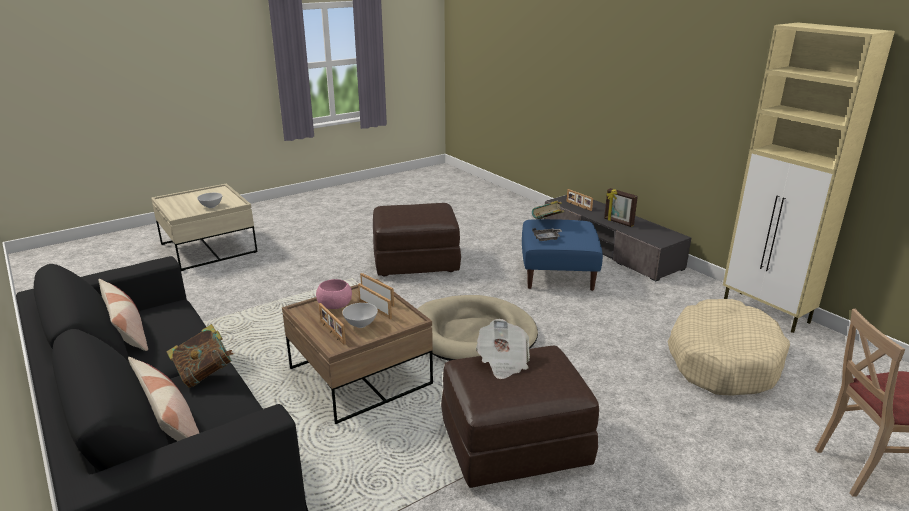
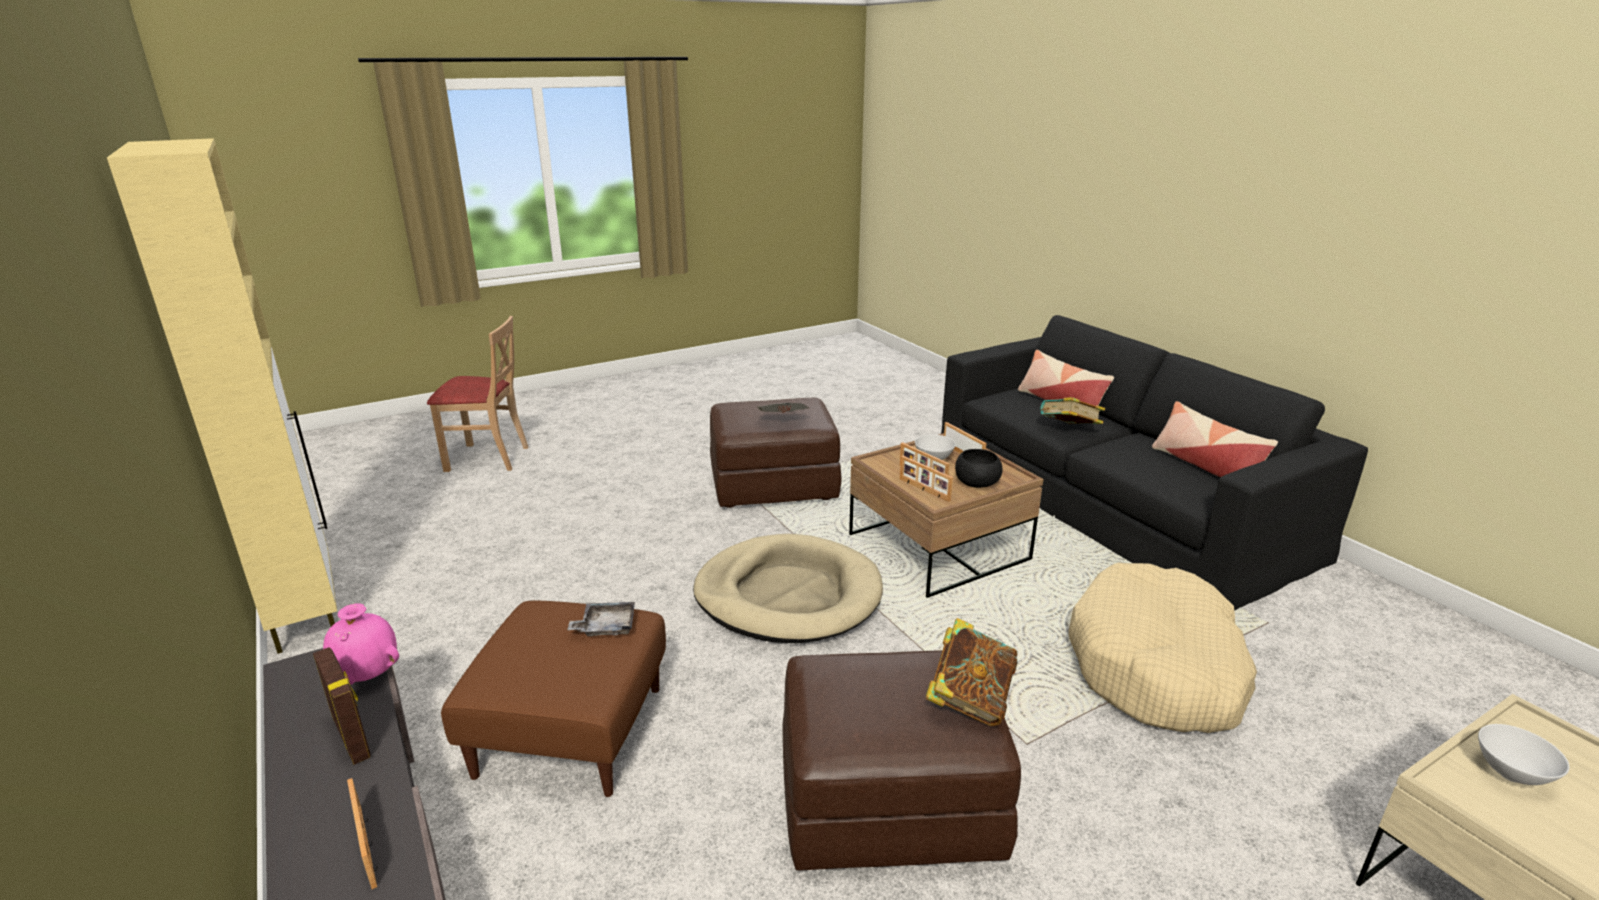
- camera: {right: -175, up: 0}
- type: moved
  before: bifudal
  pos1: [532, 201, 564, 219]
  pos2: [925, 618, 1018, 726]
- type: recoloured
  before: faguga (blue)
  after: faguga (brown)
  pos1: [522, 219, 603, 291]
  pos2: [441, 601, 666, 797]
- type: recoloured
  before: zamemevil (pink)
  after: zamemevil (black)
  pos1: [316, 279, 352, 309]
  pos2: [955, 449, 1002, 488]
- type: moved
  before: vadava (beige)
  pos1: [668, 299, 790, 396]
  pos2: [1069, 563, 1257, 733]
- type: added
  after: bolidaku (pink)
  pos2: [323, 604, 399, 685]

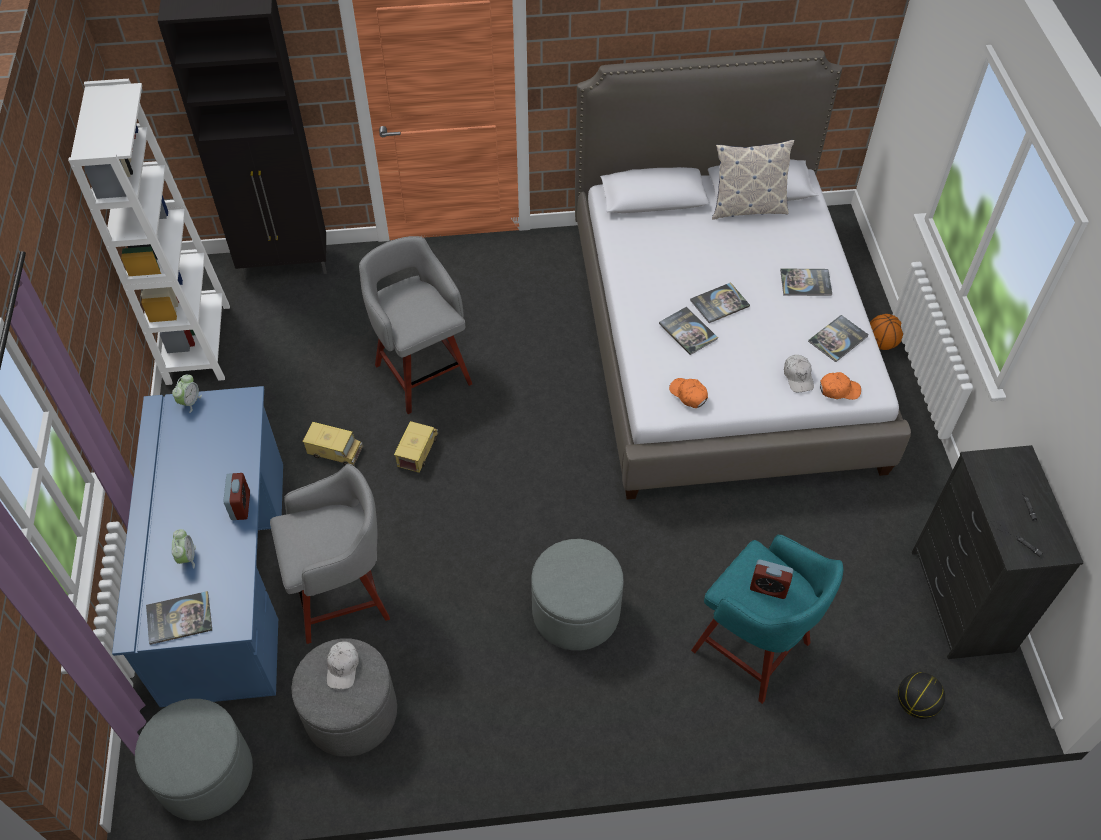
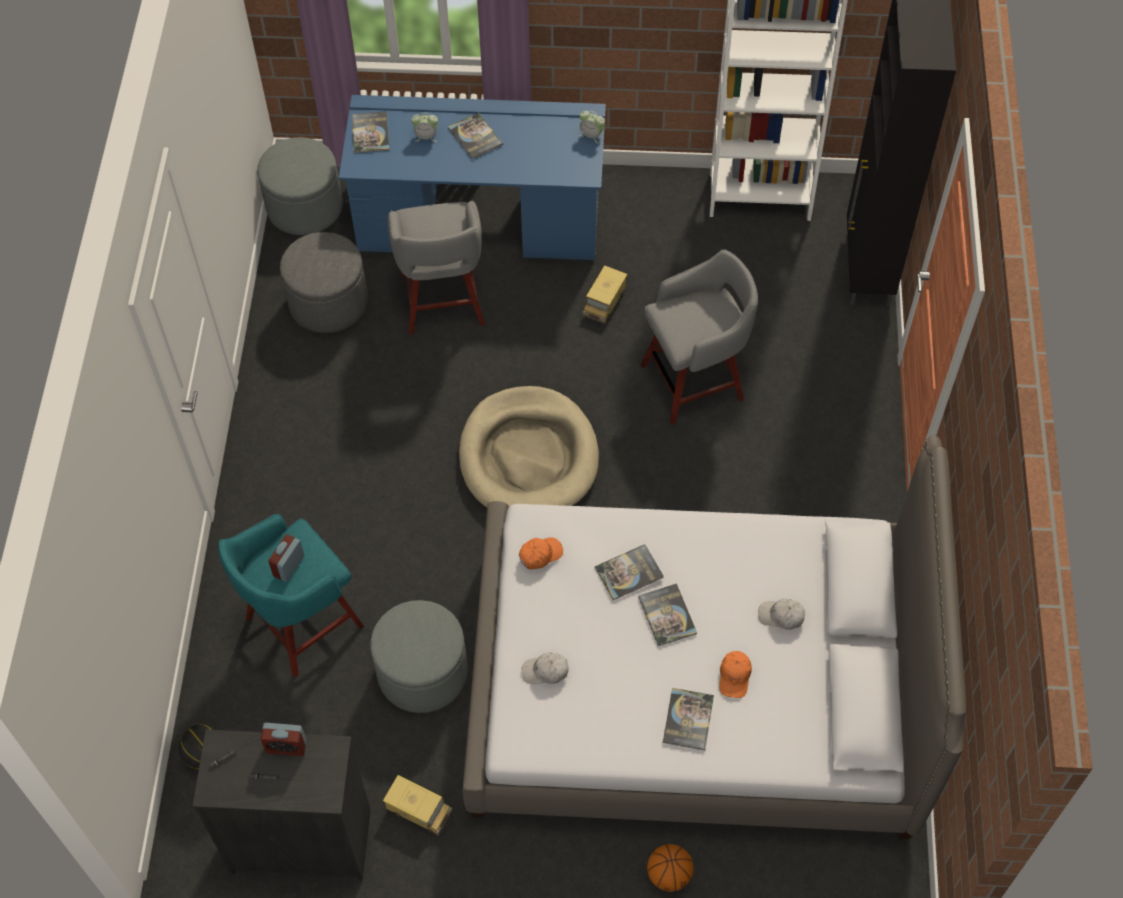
- camera: {right: 100, up: 5}
- type: removed
  before: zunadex
  pos1: [712, 140, 794, 220]
- type: moved
  before: bifudal
  pos1: [808, 315, 868, 362]
  pos2: [448, 113, 503, 159]
- type: moved
  before: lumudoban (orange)
  pos1: [820, 372, 861, 400]
  pos2: [719, 651, 752, 698]
- type: moved
  before: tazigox
  pos1: [394, 421, 438, 473]
  pos2: [383, 775, 453, 836]
- type: moved
  before: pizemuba
  pos1: [224, 473, 250, 520]
  pos2: [260, 723, 306, 756]
- type: moved
  before: faguga (grey)
  pos1: [531, 539, 624, 651]
  pos2: [370, 600, 468, 713]
- type: moved
  before: lumudoban (white)
  pos1: [327, 641, 359, 689]
  pos2: [758, 598, 805, 630]
- type: added
  after: vadava (beige)
  pos2: [459, 386, 599, 508]

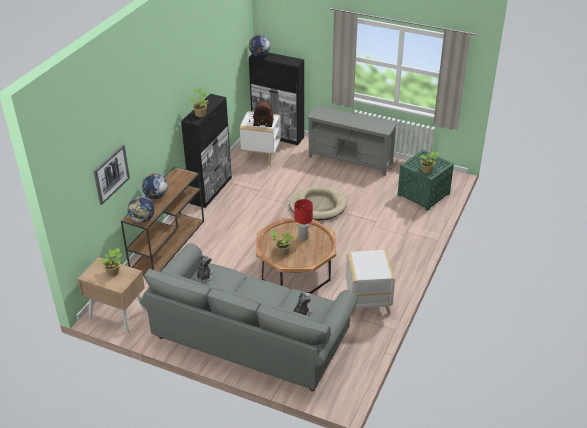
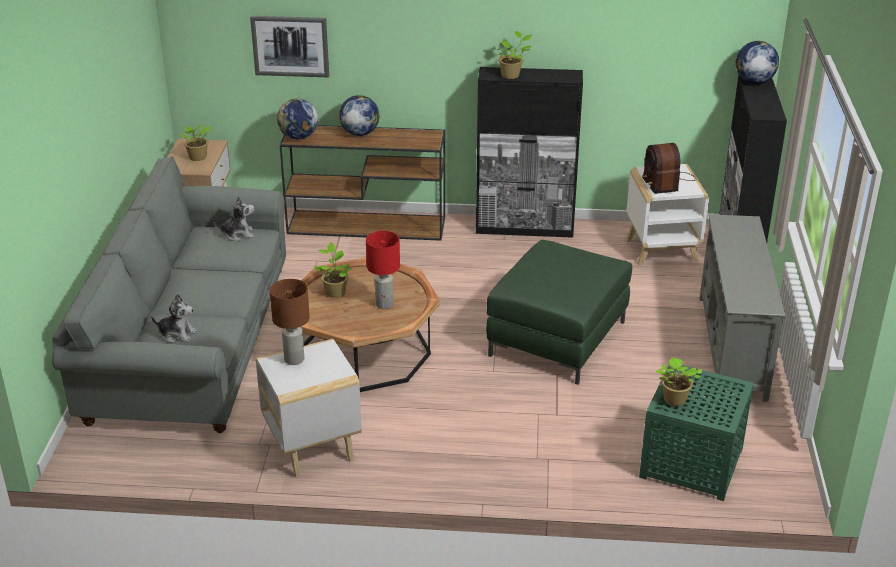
- camera: {right: 70, up: -5}
- type: replaced
  before: vadava (beige)
  after: faguga (green)
  pos1: [289, 186, 347, 220]
  pos2: [486, 240, 632, 385]
- type: added
  after: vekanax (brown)
  pos2: [270, 279, 310, 365]

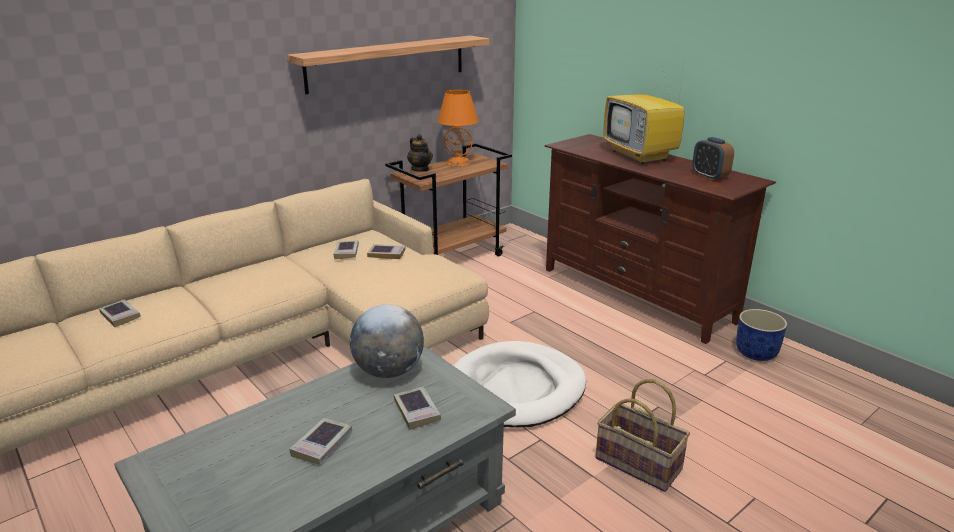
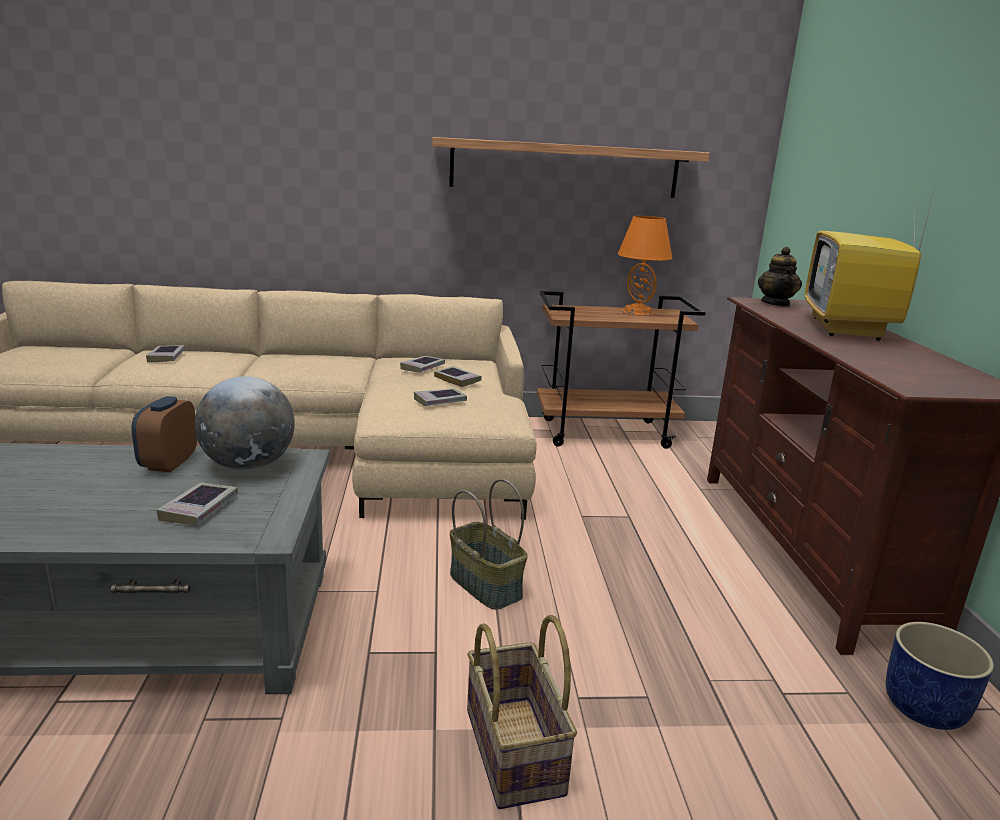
- camera: {right: 35, up: -5}
- type: moved
  before: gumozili
  pos1: [407, 134, 433, 172]
  pos2: [758, 247, 802, 307]
- type: moved
  before: pizemuba
  pos1: [692, 137, 734, 180]
  pos2: [131, 396, 197, 472]
- type: replaced
  before: vadava (white)
  after: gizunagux
  pos1: [453, 341, 586, 428]
  pos2: [450, 479, 528, 610]
- type: moved
  before: bifudal
  pos1: [289, 418, 352, 464]
  pos2: [414, 388, 467, 406]

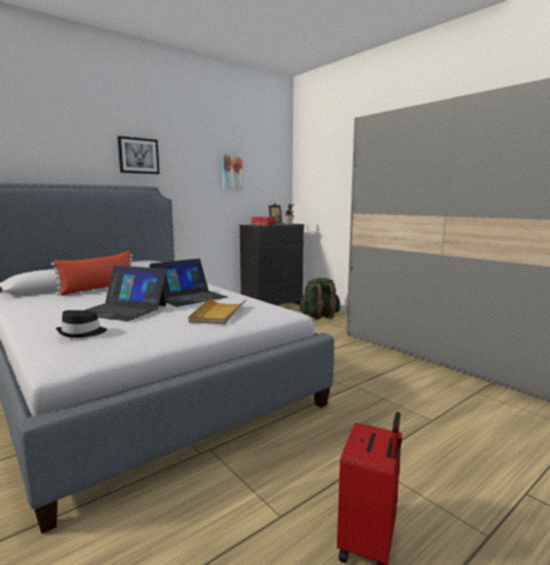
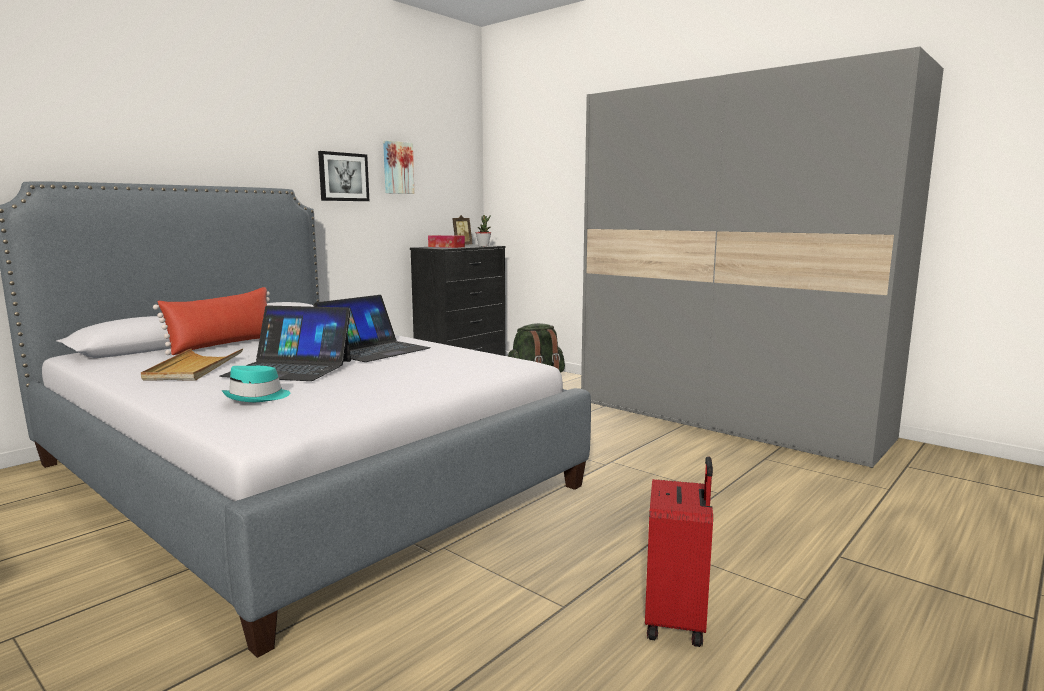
- camera: {right: -10, up: 0}
- type: moved
  before: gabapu
  pos1: [118, 136, 159, 174]
  pos2: [318, 151, 369, 201]
- type: moved
  before: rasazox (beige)
  pos1: [189, 298, 247, 324]
  pos2: [141, 348, 243, 380]
- type: recoloured
  before: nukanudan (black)
  after: nukanudan (turquoise)
  pos1: [56, 310, 107, 338]
  pos2: [222, 366, 290, 402]

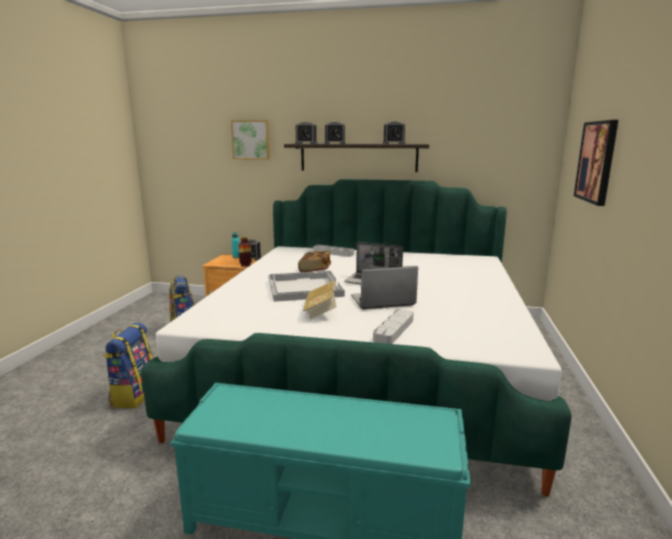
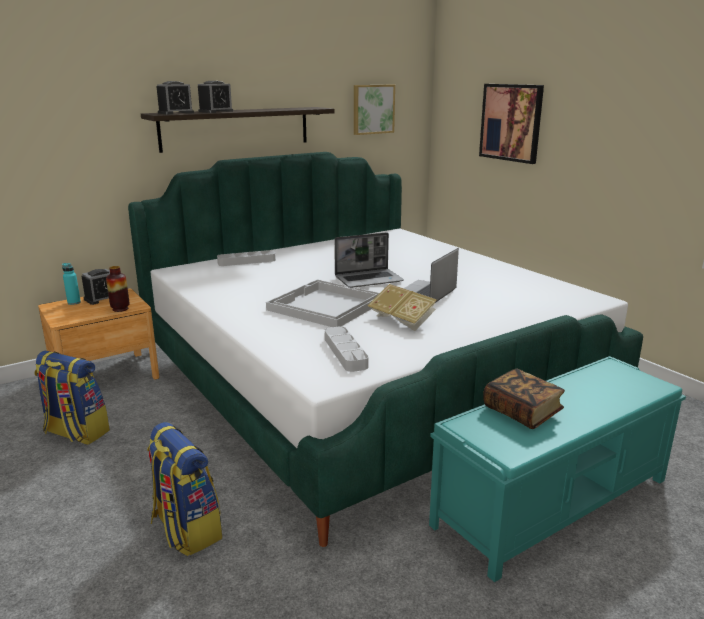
- camera: {right: -45, up: 5}
- type: moved
  before: gabapu
  pos1: [231, 120, 270, 160]
  pos2: [354, 85, 395, 135]
- type: removed
  before: pizemuba
  pos1: [383, 121, 406, 144]
- type: moved
  before: bifudal
  pos1: [298, 251, 331, 272]
  pos2: [483, 368, 565, 429]
- type: moved
  before: rasazox (grey)
  pos1: [373, 309, 413, 344]
  pos2: [325, 326, 368, 372]

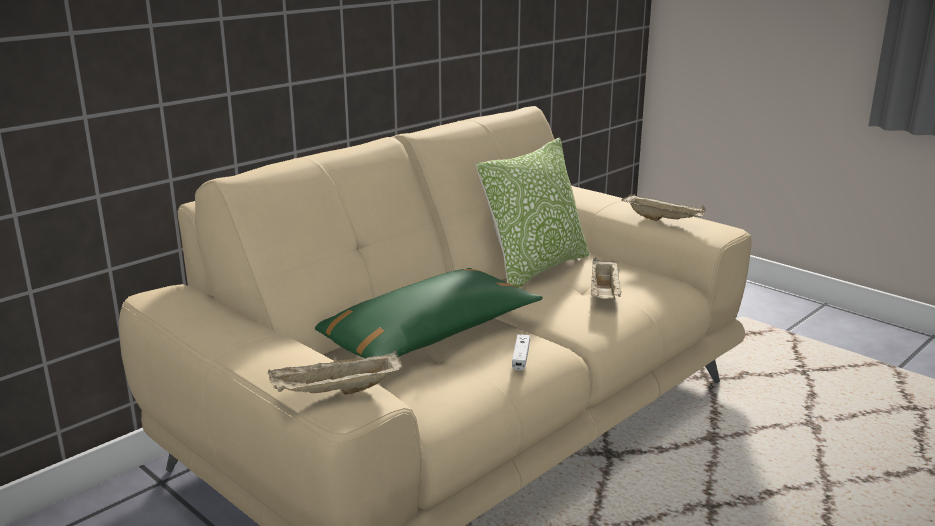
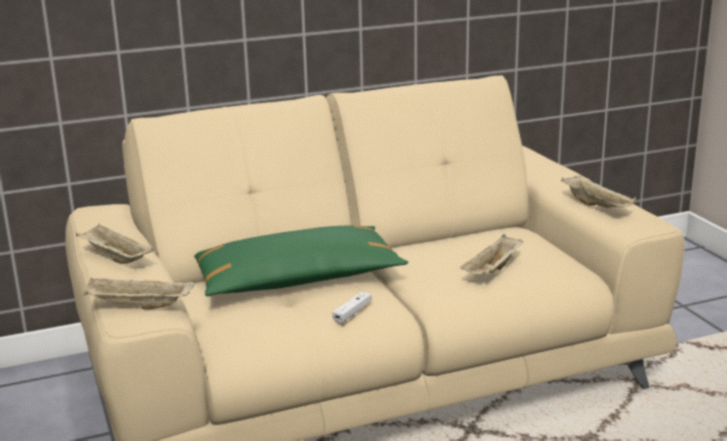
- camera: {right: 25, up: 0}
- type: removed
  before: zunadex
  pos1: [476, 138, 590, 288]
- type: added
  after: rasazox (beige)
  pos2: [76, 224, 154, 264]

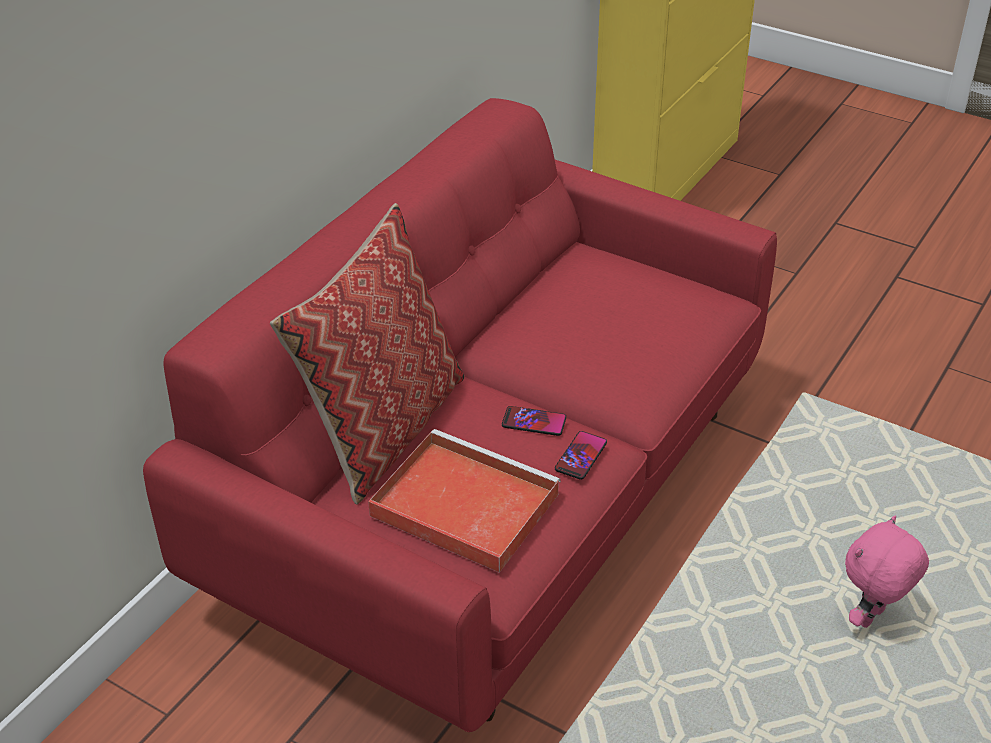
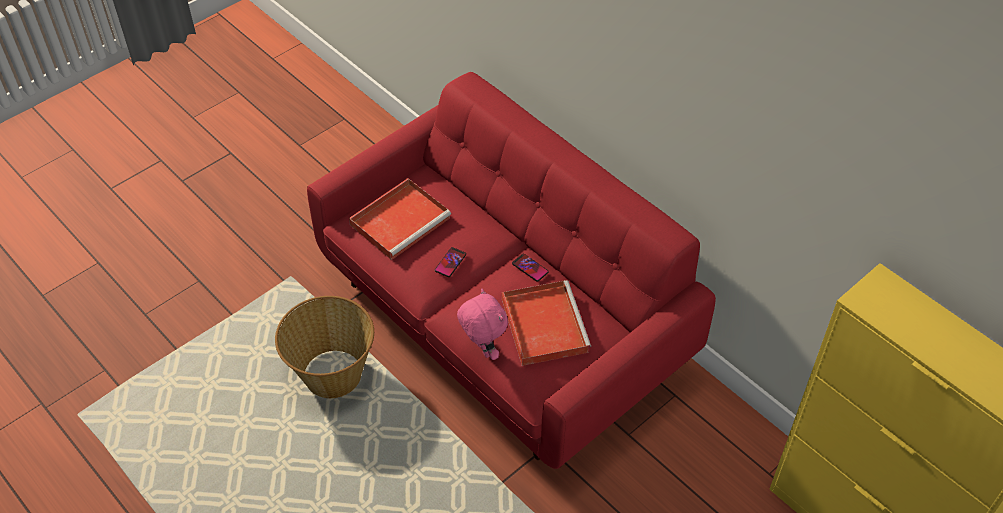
- camera: {right: 105, up: 10}
- type: removed
  before: zunadex
  pos1: [270, 203, 464, 505]
- type: moved
  before: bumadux
  pos1: [555, 431, 607, 480]
  pos2: [512, 254, 549, 282]
- type: moved
  before: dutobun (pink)
  pos1: [845, 515, 929, 628]
  pos2: [457, 288, 508, 360]
- type: added
  after: rasazox (red)
  pos2: [502, 280, 591, 366]
- type: added
  after: gizunagux
  pos2: [275, 296, 374, 398]

